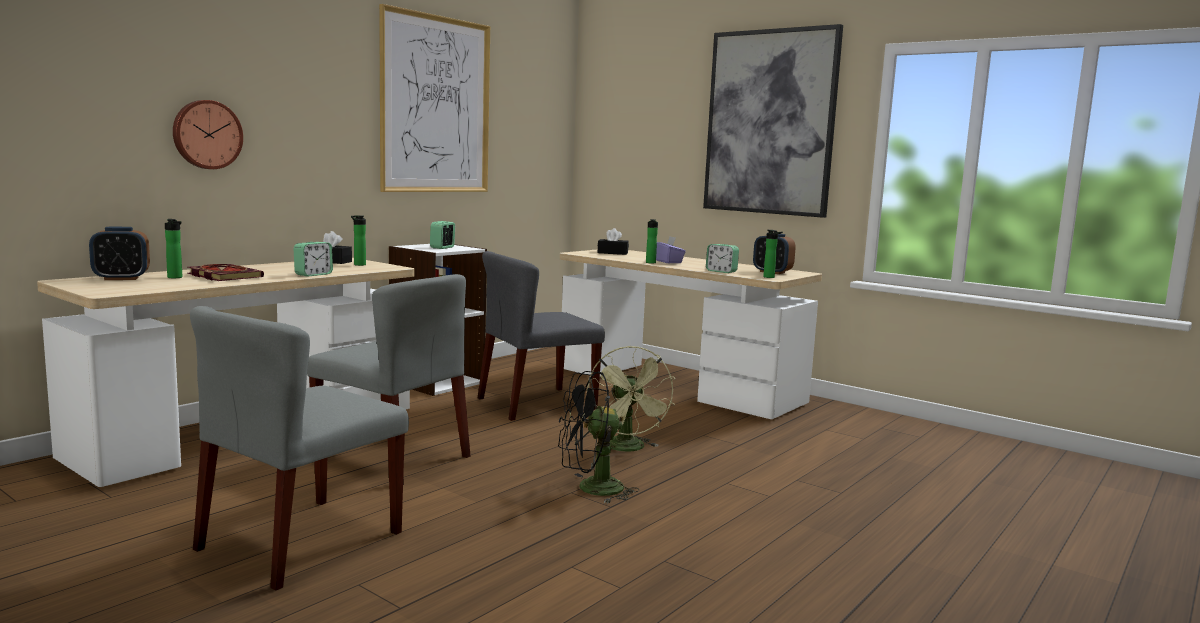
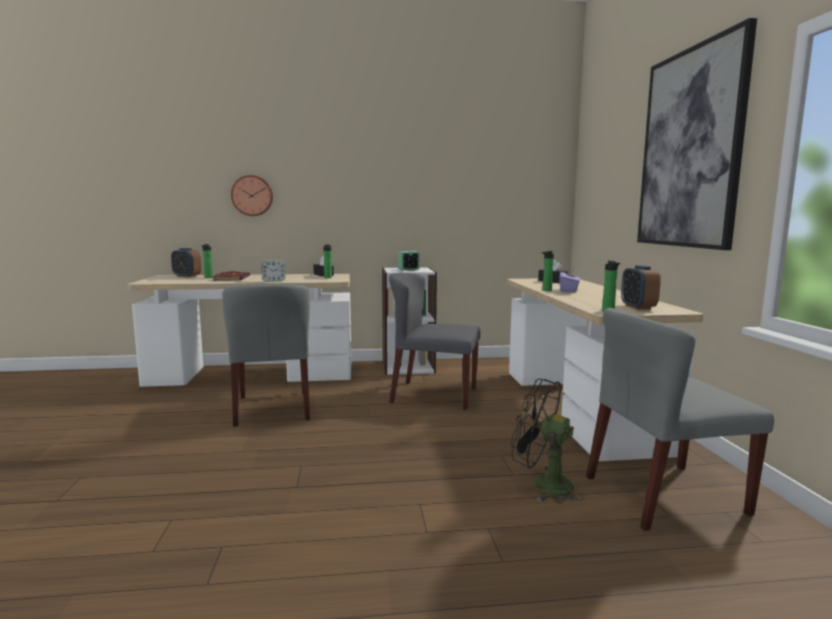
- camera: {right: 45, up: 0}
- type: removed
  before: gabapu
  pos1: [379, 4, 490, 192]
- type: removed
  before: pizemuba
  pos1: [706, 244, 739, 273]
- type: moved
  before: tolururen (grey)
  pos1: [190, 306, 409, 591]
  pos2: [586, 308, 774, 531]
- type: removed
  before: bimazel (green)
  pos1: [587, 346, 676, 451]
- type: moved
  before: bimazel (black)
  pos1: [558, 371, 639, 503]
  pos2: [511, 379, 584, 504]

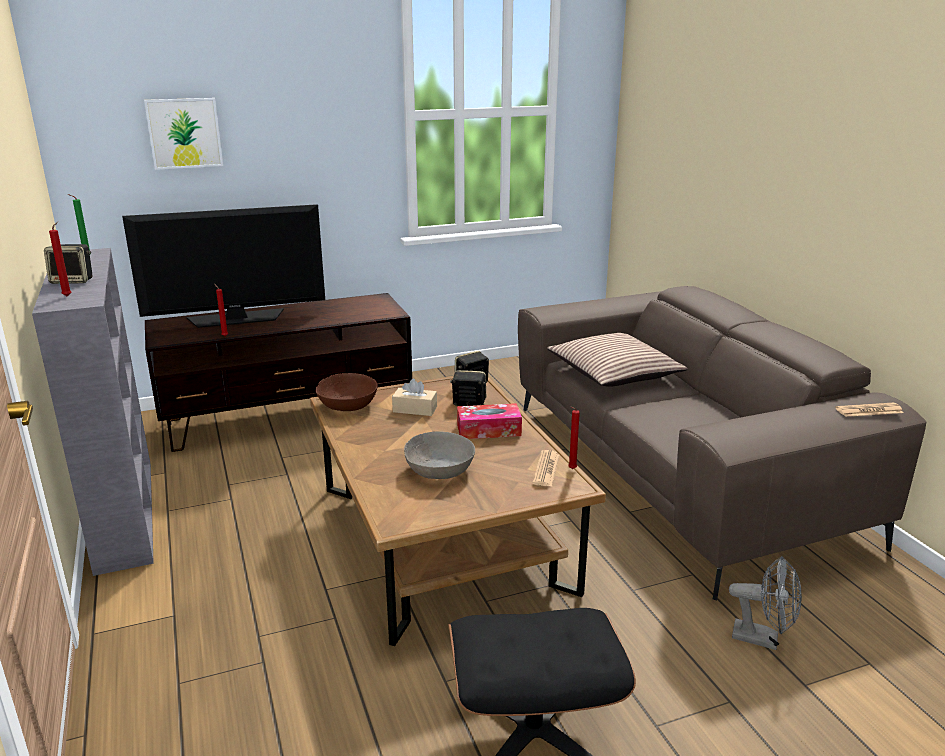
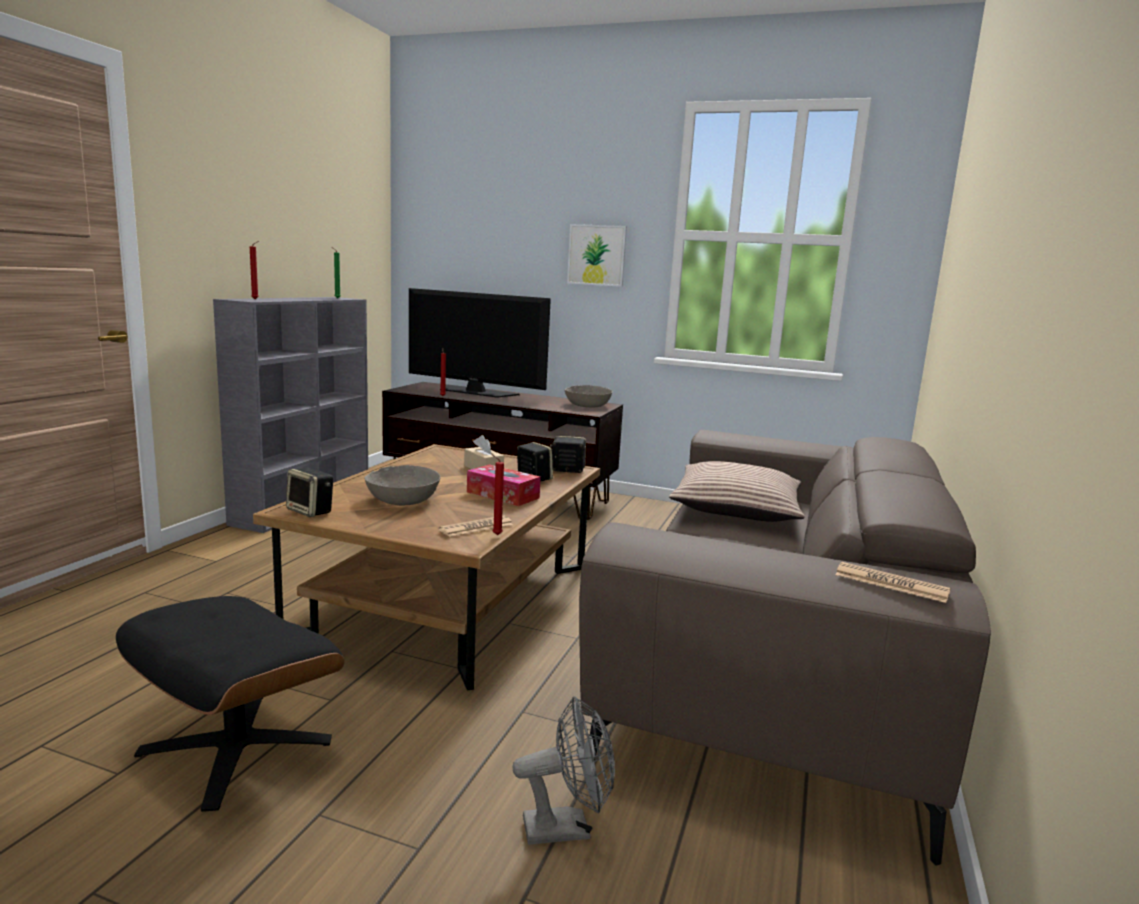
- camera: {right: 40, up: -10}
- type: moved
  before: gabapu
  pos1: [144, 98, 223, 170]
  pos2: [567, 224, 627, 287]
- type: moved
  before: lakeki
  pos1: [44, 244, 92, 284]
  pos2: [286, 468, 333, 517]
- type: removed
  before: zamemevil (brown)
  pos1: [316, 373, 378, 411]
- type: turned
  before: bimazel (grey)
  pos1: [729, 556, 802, 650]
  pos2: [512, 696, 615, 845]
  turn: -75
- type: added
  after: zamemevil (grey)
  pos2: [565, 385, 613, 407]

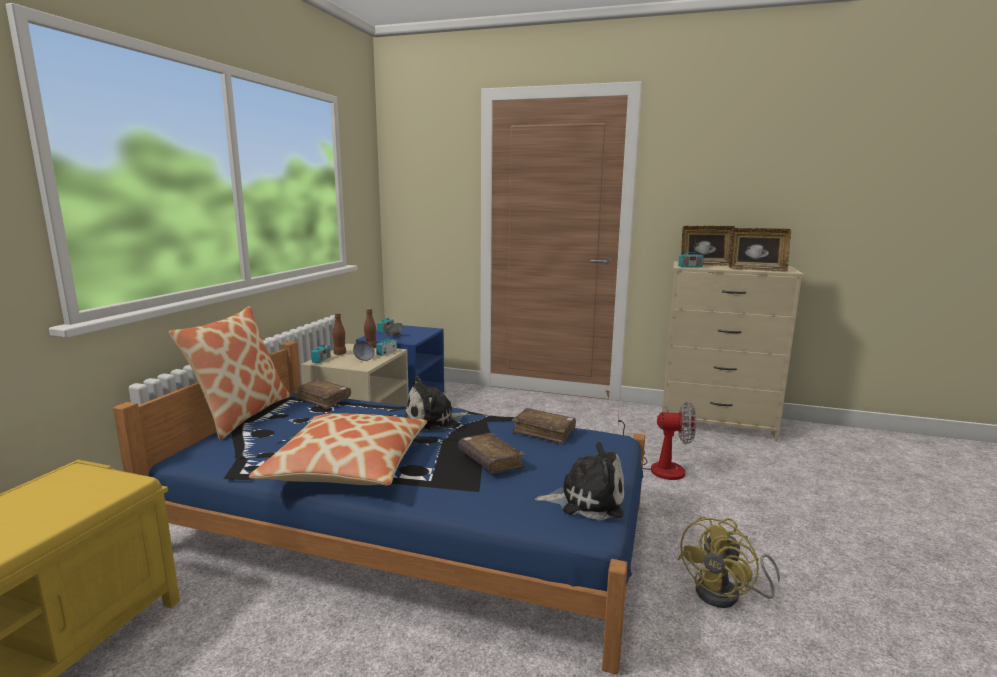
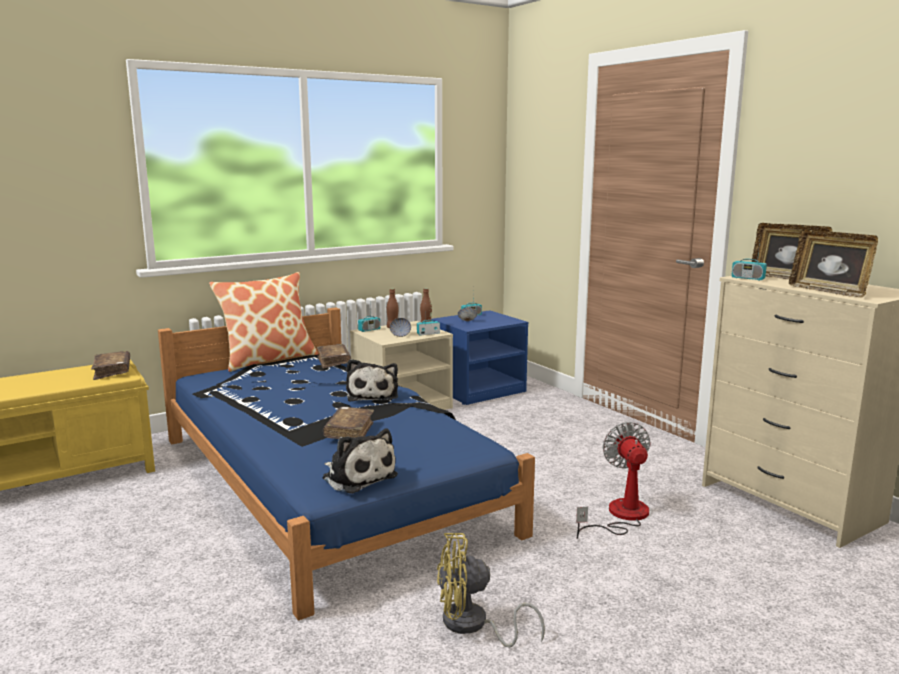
- camera: {right: 40, up: 0}
- type: turned
  before: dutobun
  pos1: [404, 376, 469, 432]
  pos2: [346, 359, 398, 401]
  turn: -105
- type: turned
  before: bimazel
  pos1: [618, 402, 696, 480]
  pos2: [576, 422, 651, 539]
  turn: -150
- type: moved
  before: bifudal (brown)
  pos1: [511, 408, 576, 444]
  pos2: [91, 351, 130, 380]
- type: removed
  before: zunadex
  pos1: [249, 413, 427, 485]

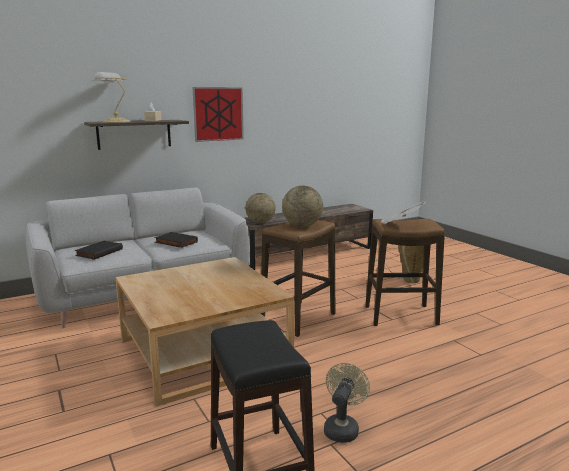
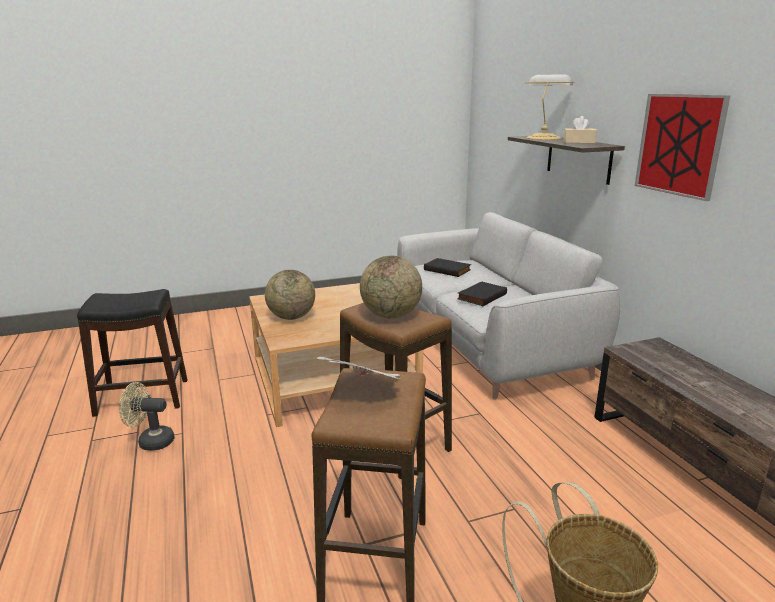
- camera: {right: 100, up: 5}
- type: moved
  before: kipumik
  pos1: [245, 193, 276, 223]
  pos2: [265, 270, 315, 320]
- type: turned
  before: bimazel (beige)
  pos1: [324, 363, 370, 443]
  pos2: [119, 382, 174, 451]
  turn: 150

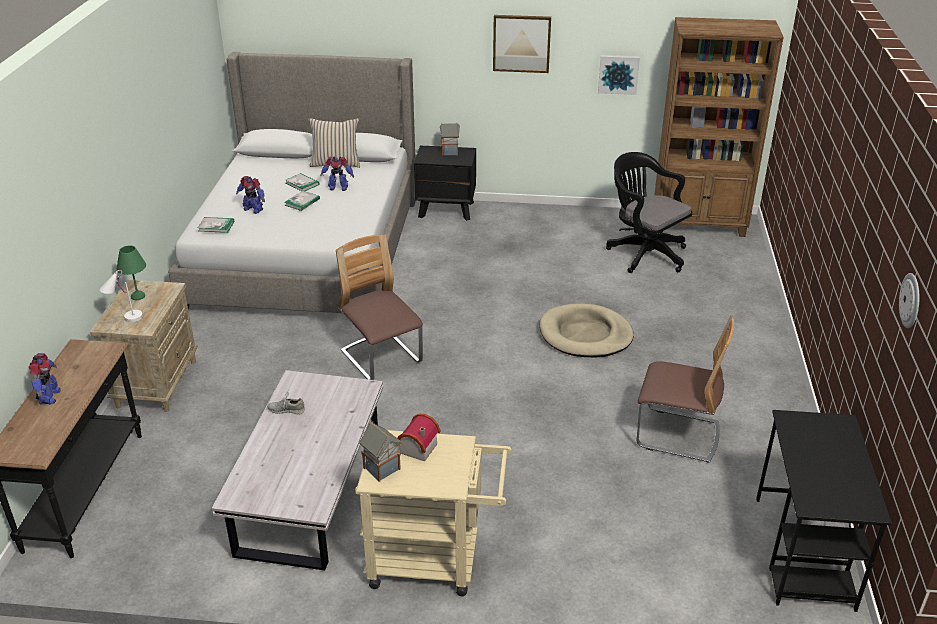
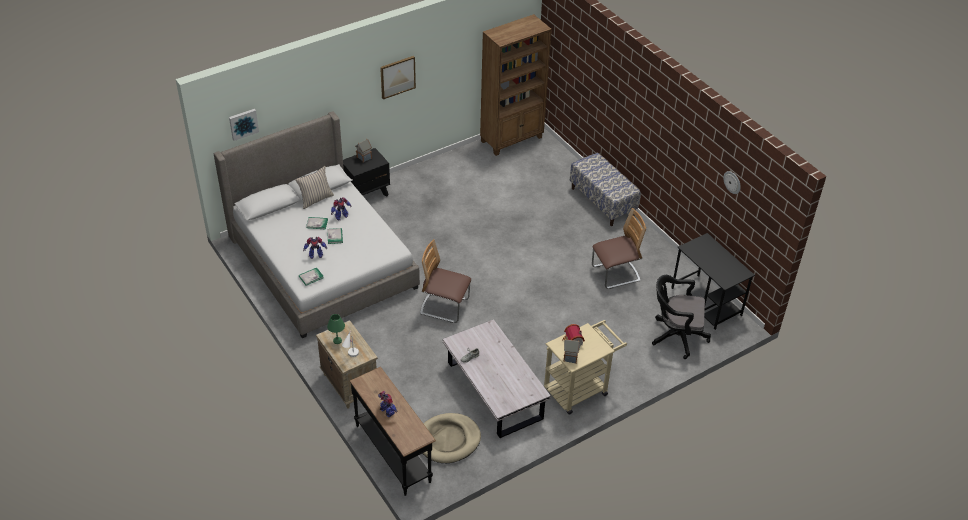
- camera: {right: -40, up: 10}
- type: moved
  before: gabapu
  pos1: [598, 55, 640, 95]
  pos2: [229, 109, 259, 141]
- type: moved
  before: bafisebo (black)
  pos1: [606, 152, 692, 273]
  pos2: [652, 275, 711, 359]
- type: moved
  before: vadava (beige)
  pos1: [540, 303, 634, 358]
  pos2: [422, 413, 481, 463]
- type: added
  after: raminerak
  pos2: [570, 153, 641, 226]

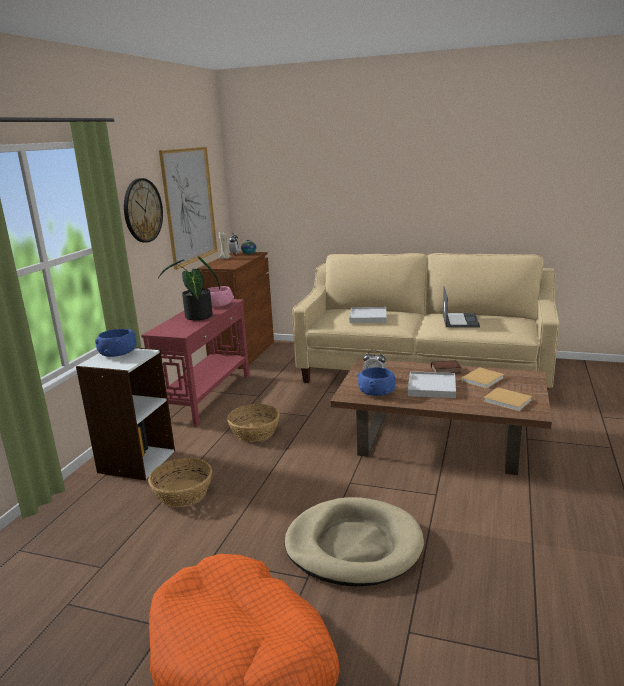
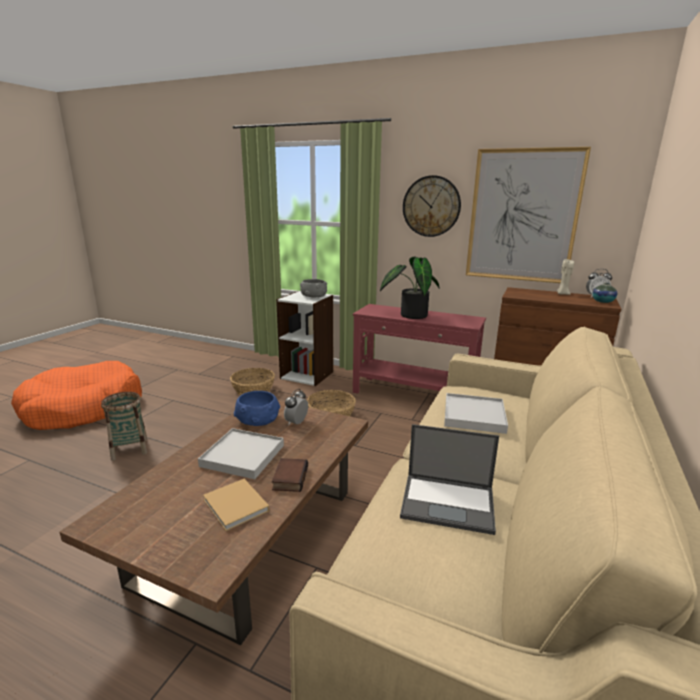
- camera: {right: 95, up: 0}
- type: removed
  before: zamemevil (pink)
  pos1: [208, 286, 234, 307]
- type: recoloured
  before: zamemevil (blue)
  after: zamemevil (grey)
  pos1: [95, 329, 137, 357]
  pos2: [300, 279, 327, 297]
- type: removed
  before: bifudal (beige)
  pos1: [483, 387, 532, 411]
- type: replaced
  before: vadava (beige)
  after: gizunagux
  pos1: [284, 497, 424, 586]
  pos2: [101, 392, 147, 461]

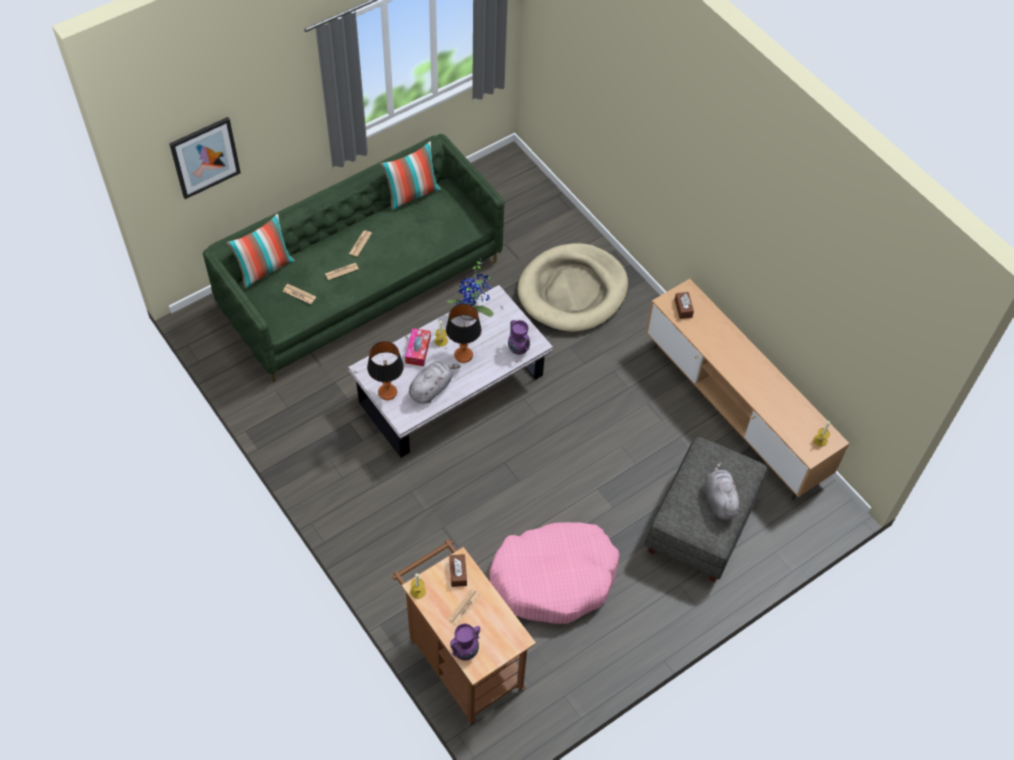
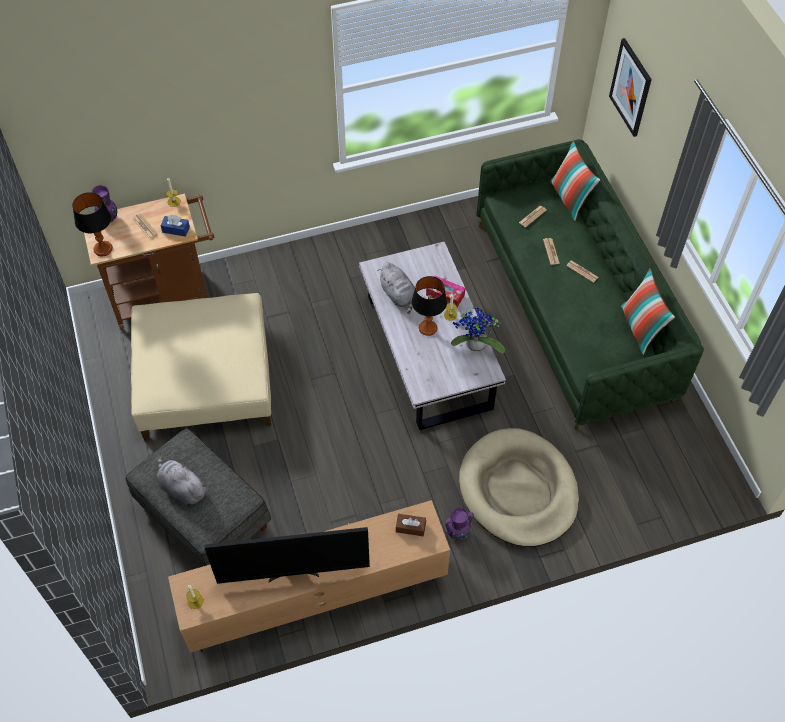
- camera: {right: 110, up: 0}
- type: moved
  before: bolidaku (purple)
  pos1: [508, 320, 530, 355]
  pos2: [445, 507, 474, 540]
- type: moved
  before: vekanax
  pos1: [367, 341, 404, 400]
  pos2: [72, 192, 113, 256]
- type: turned
  before: dutobun (grey)
  pos1: [704, 462, 742, 520]
  pos2: [157, 456, 207, 505]
  turn: -150
- type: replaced
  before: vadava (pink)
  after: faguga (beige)
  pos1: [489, 522, 620, 624]
  pos2: [131, 293, 271, 440]
- type: recoloured
  before: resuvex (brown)
  after: resuvex (blue)
  pos1: [449, 554, 467, 587]
  pos2: [161, 215, 190, 237]
- type: added
  after: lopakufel
  pos2: [204, 527, 370, 584]

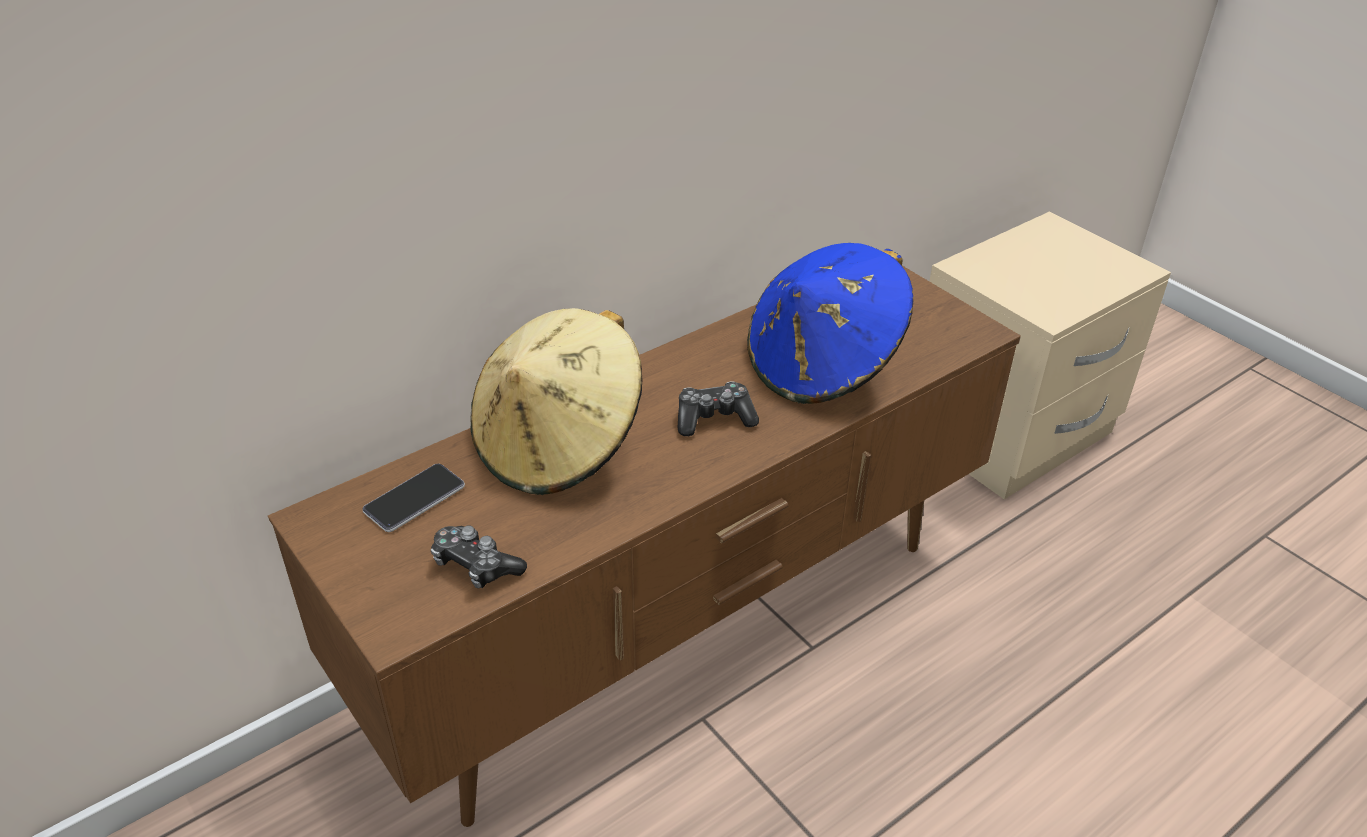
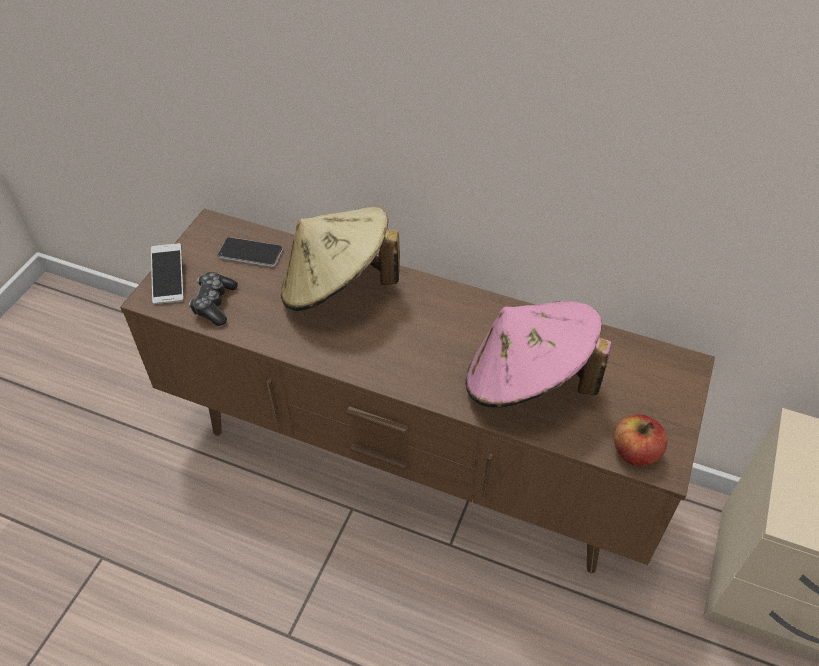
- camera: {right: 60, up: 10}
- type: recoloured
  before: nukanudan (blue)
  after: nukanudan (pink)
  pos1: [747, 243, 914, 404]
  pos2: [465, 301, 612, 408]
- type: removed
  before: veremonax
  pos1: [678, 382, 759, 436]
- type: added
  after: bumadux
  pos2: [151, 243, 184, 305]
- type: added
  after: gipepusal
  pos2: [614, 414, 667, 466]

